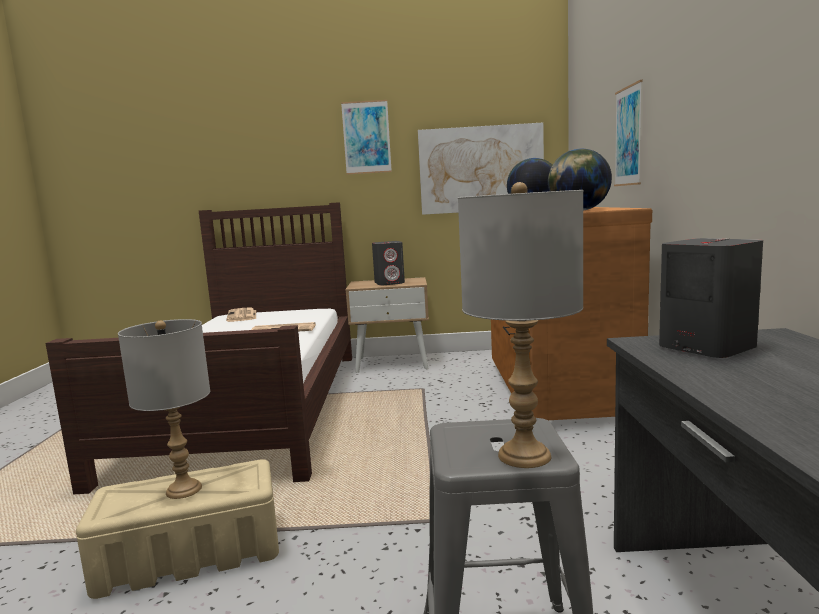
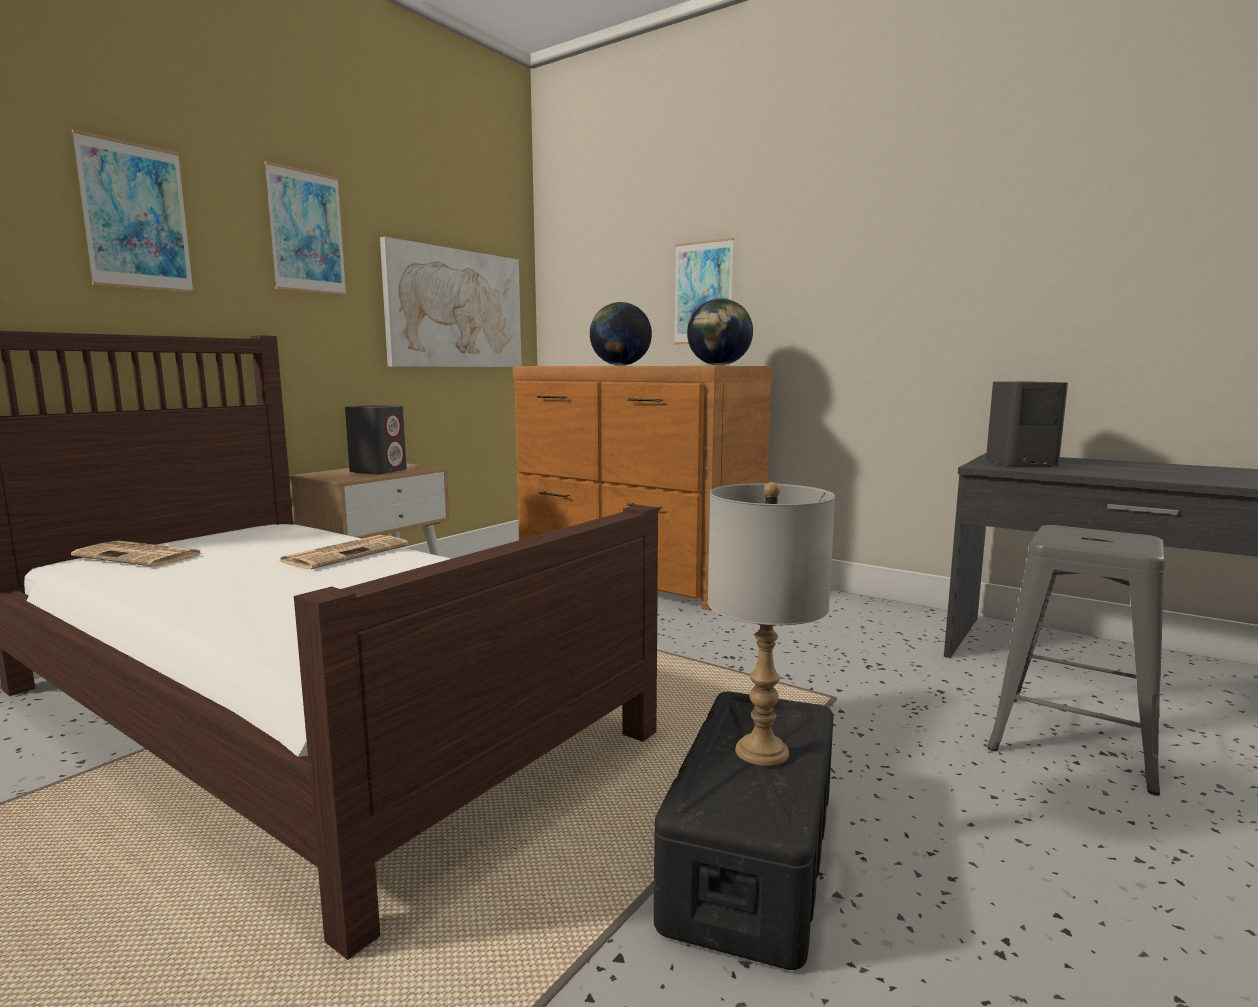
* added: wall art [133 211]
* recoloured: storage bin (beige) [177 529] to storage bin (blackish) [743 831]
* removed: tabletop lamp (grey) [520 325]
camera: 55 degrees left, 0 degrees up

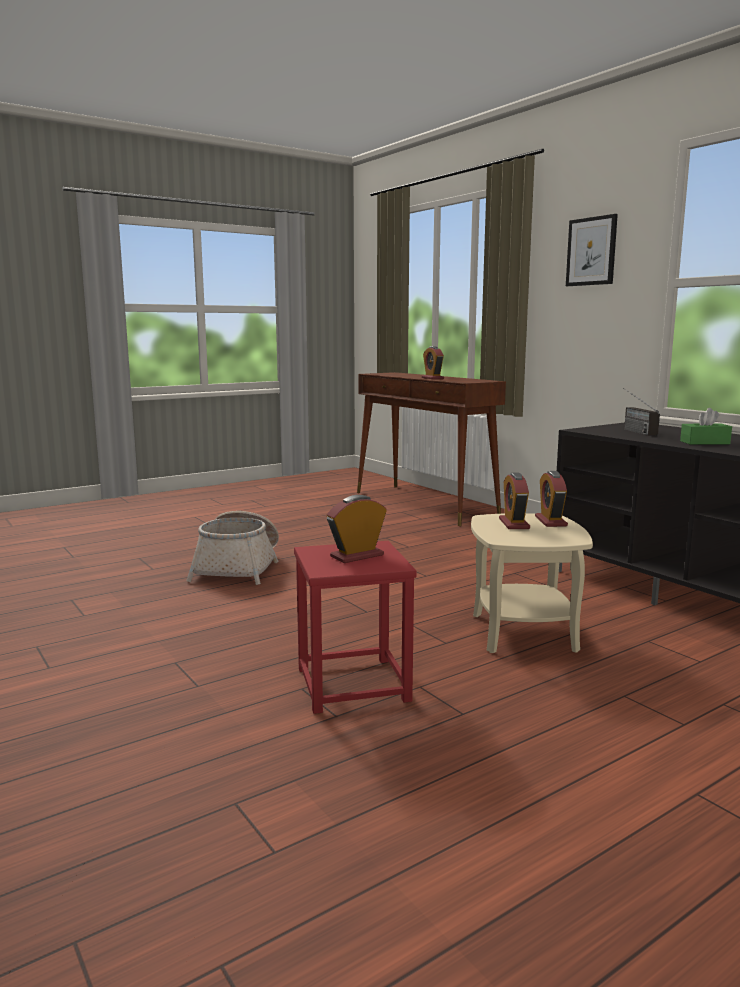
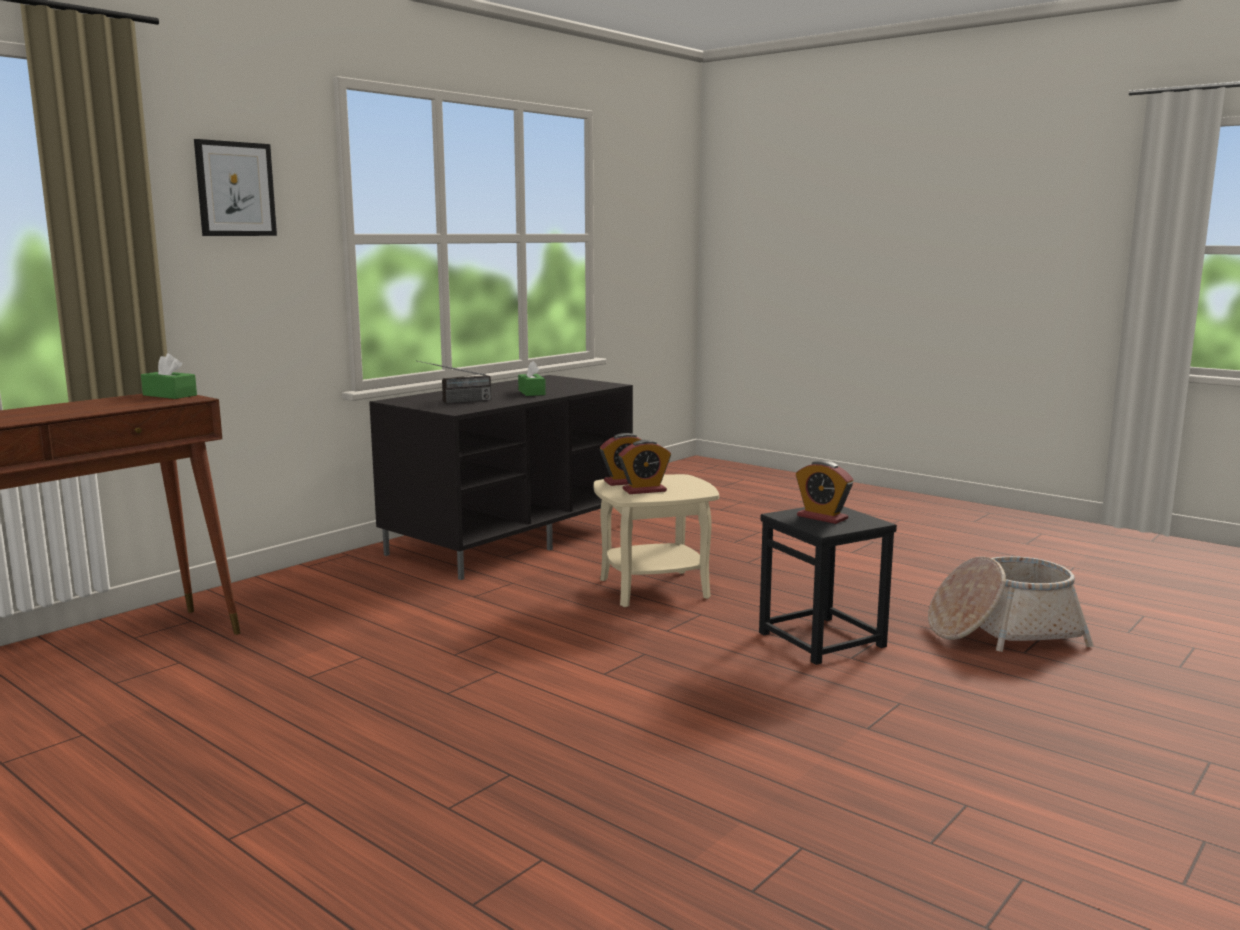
* added: box of tissues (green) [169 376]
* recoloured: sitting stool (red) [355 627] to sitting stool (blackish) [828 585]
* moved: basket [232 548] to [1010 604]
* removed: alarm clock [433 362]
camera: 105 degrees left, 0 degrees up

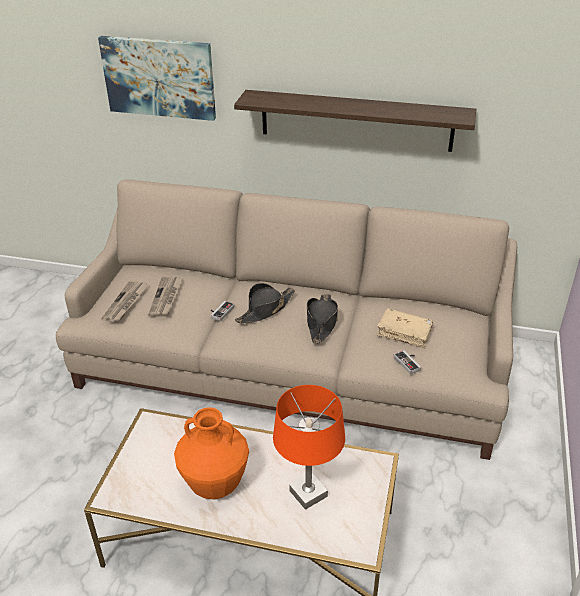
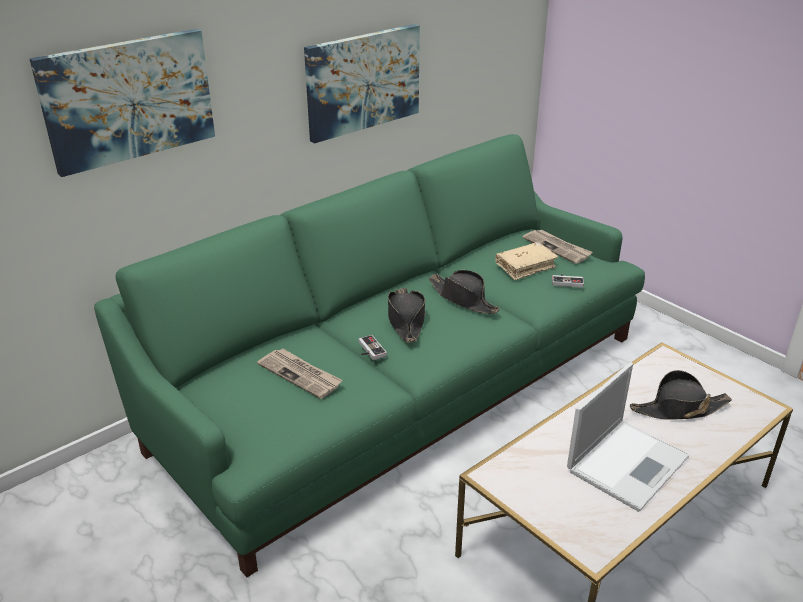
* recoloured: sofa (beige) [286 319] to sofa (green) [369 355]
* replaced: wall shelf [355 121] to wall art [362 83]
* moved: printed paper [124 301] to [558 247]
* replaced: vase (orange-coloured) [211 453] to portable computer [628 437]
* replaced: tabletop lamp (orange-coloured) [309 447] to clothing hat (blackish) [680 395]
camera: 55 degrees left, 5 degrees down

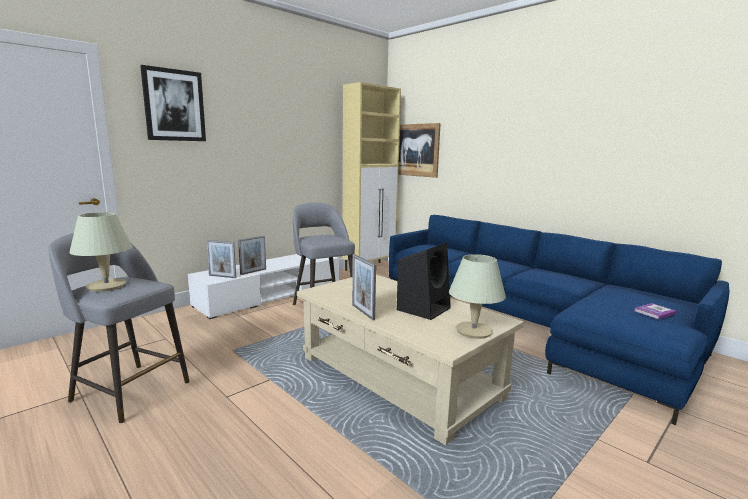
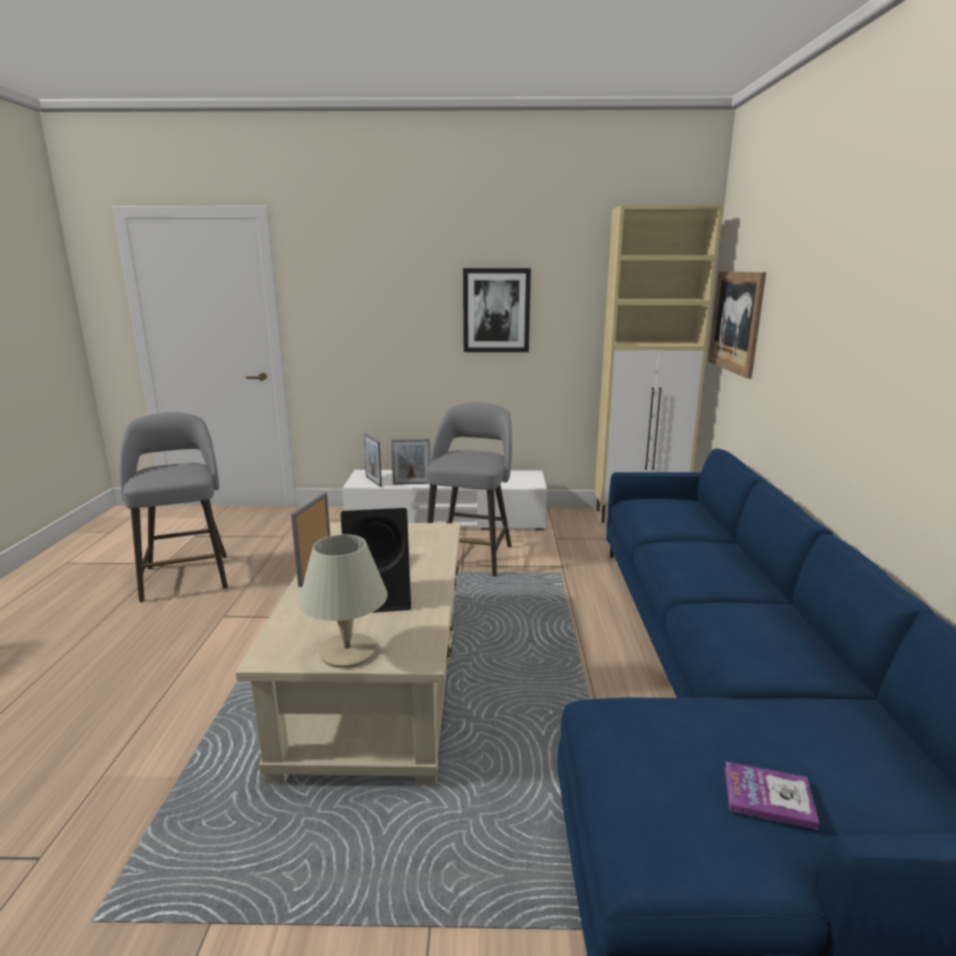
* moved: wall art [173 103] to [497 310]
* removed: tabletop lamp (beige) [100 252]
camera: 45 degrees right, 5 degrees up

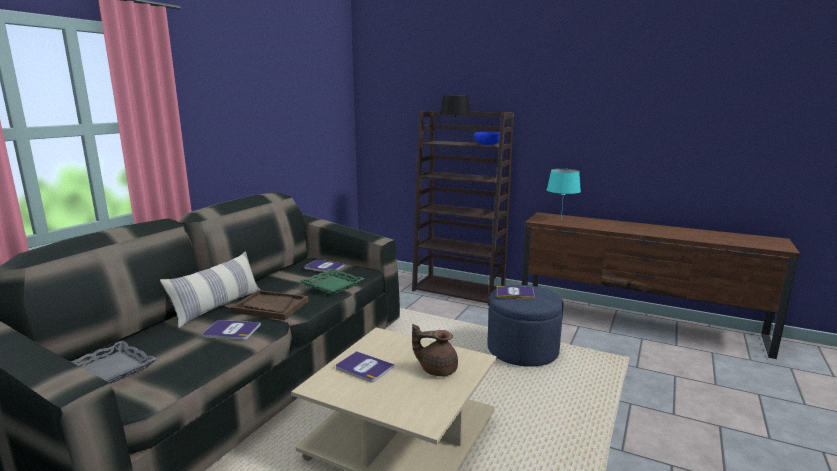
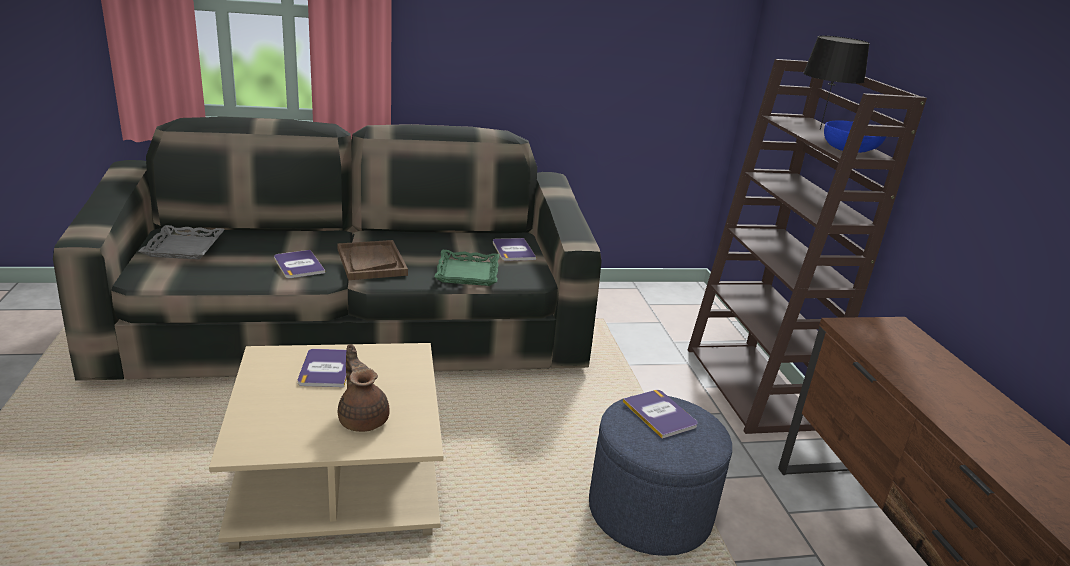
* removed: throw pillow [210 289]
* removed: tabletop lamp (blue-green) [564 194]
camera: 50 degrees right, 10 degrees up

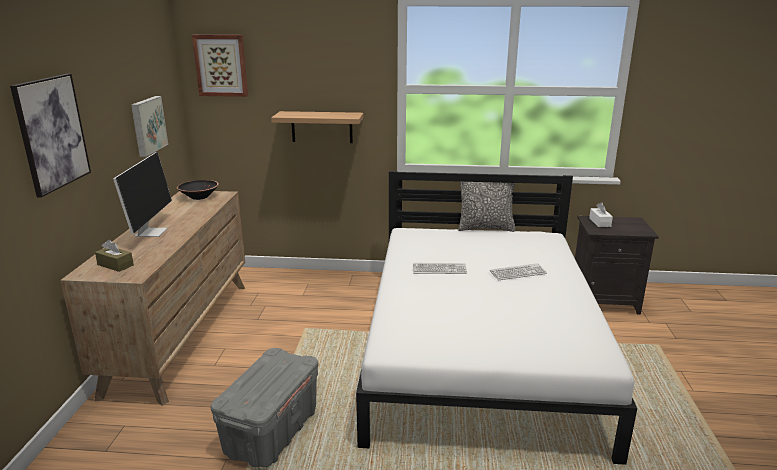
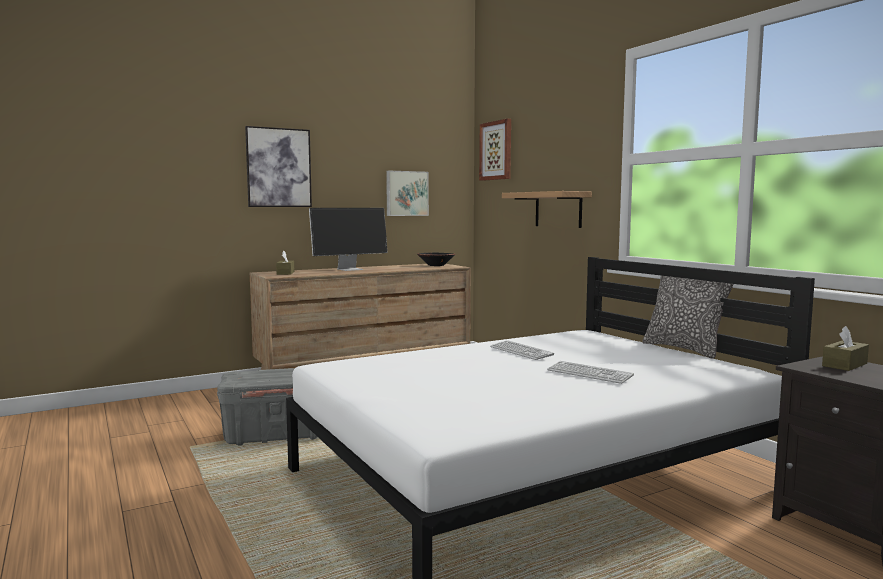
* recoloured: box of tissues (white-coloured) [601 214] to box of tissues (brown) [845 348]
camera: 55 degrees right, 15 degrees down

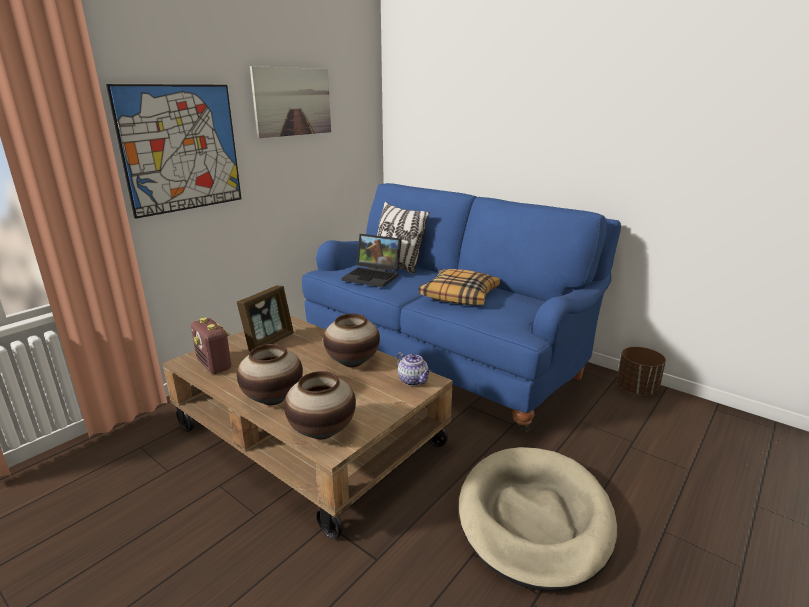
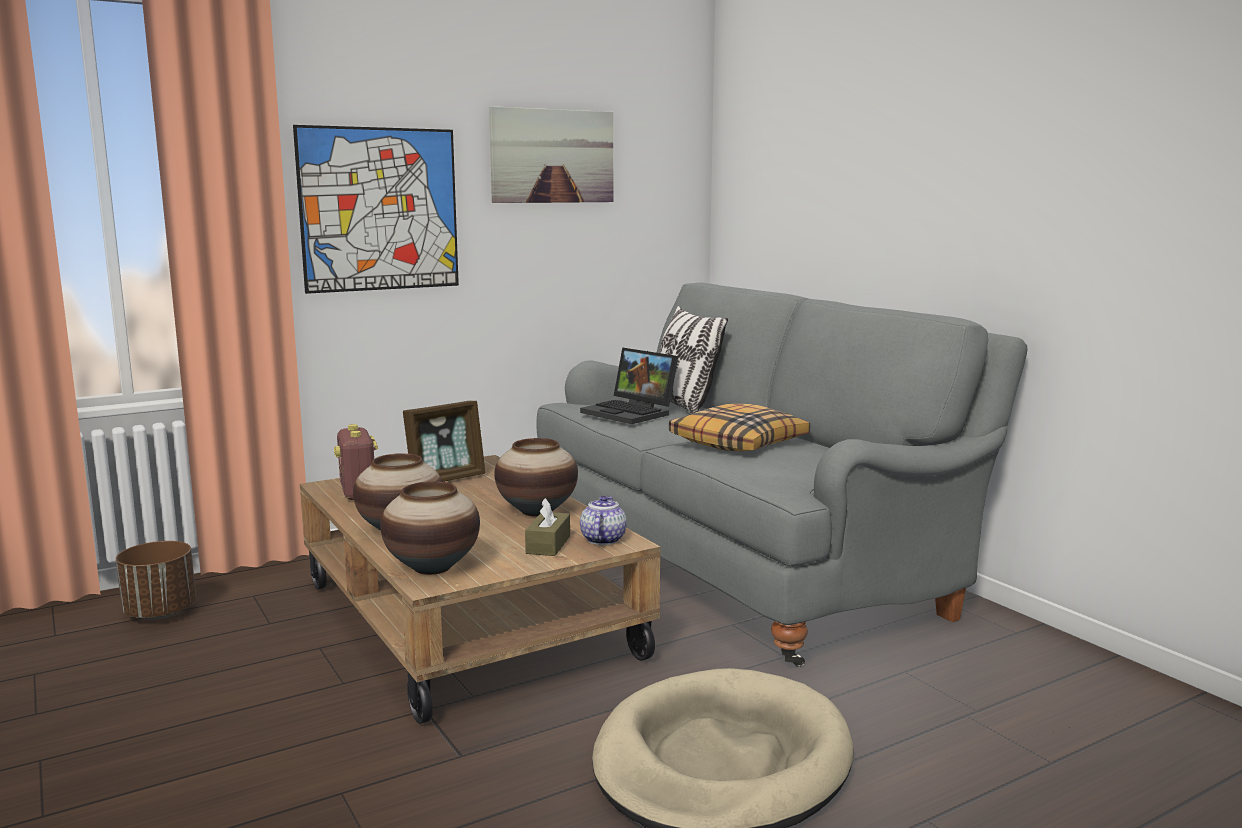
* moved: flower pot (brown) [641 371] to [156 580]
* added: box of tissues (brown) [547 527]
* recoloured: sofa (blue-coloured) [461 307] to sofa (grey) [781 475]
* turned: teapot [413 369] = [603 520] 150 degrees counterclockwise
camera: 20 degrees right, 10 degrees down

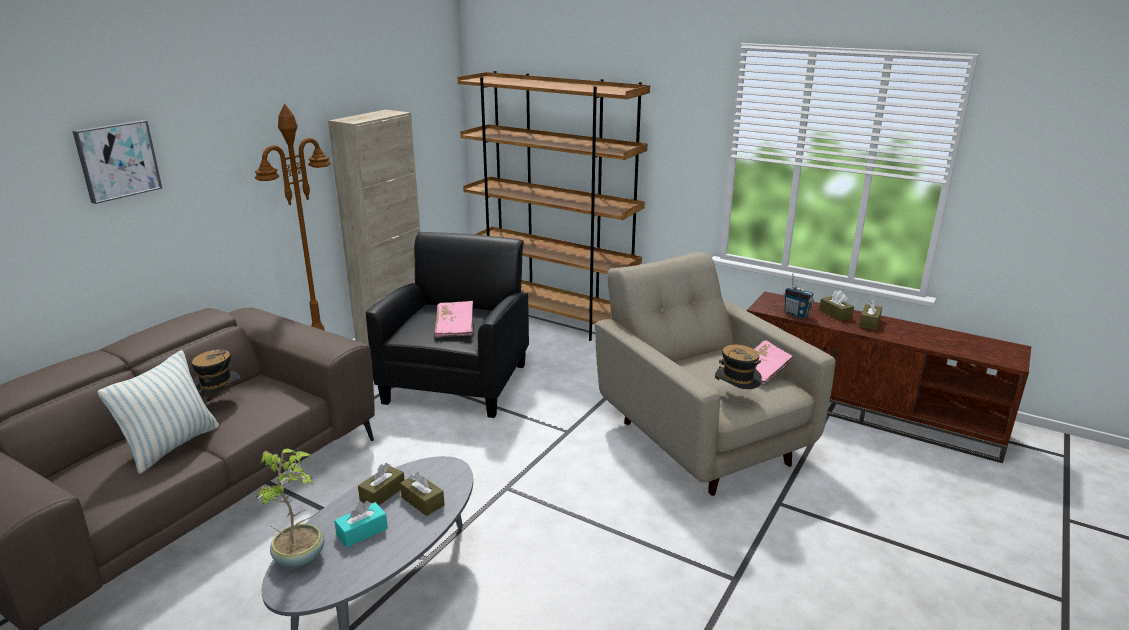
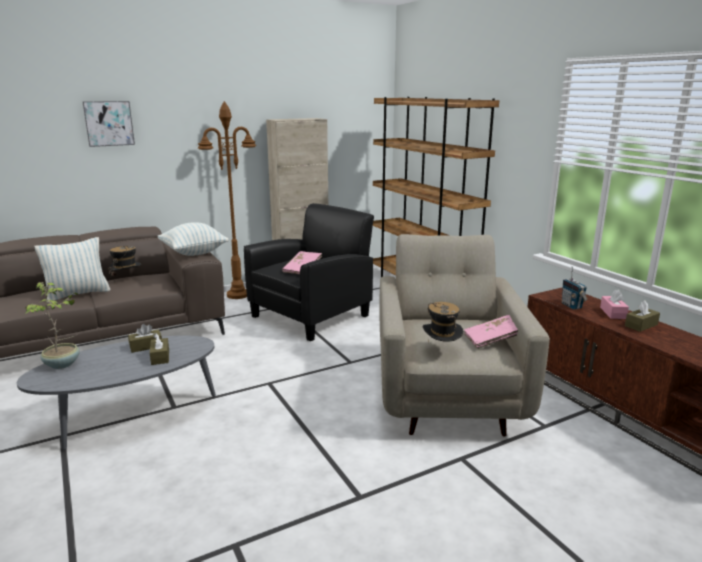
* added: throw pillow [193 239]
* recoloured: box of tissues (brown) [836 306] to box of tissues (pinkish) [614 304]
* removed: box of tissues (blue-green) [361 524]
camera: 30 degrees right, 5 degrees down

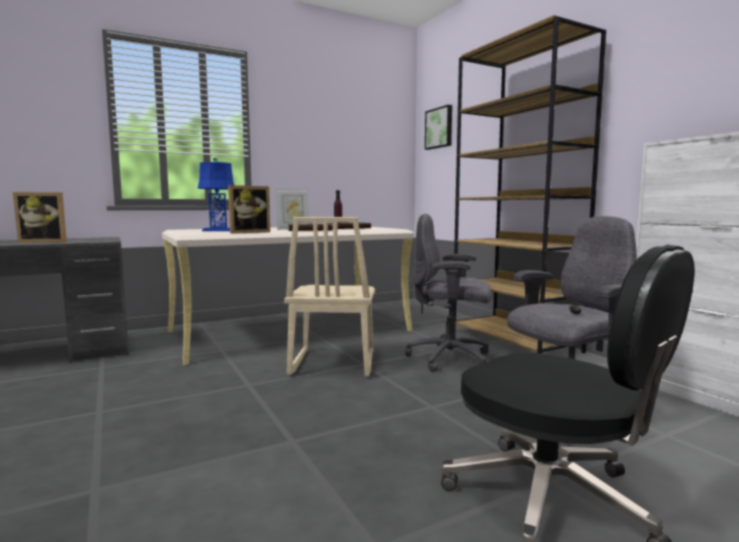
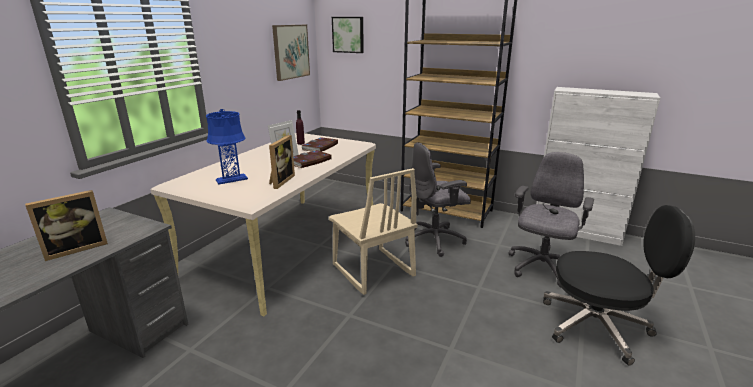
* added: wall art [291 53]
camera: 35 degrees left, 15 degrees up

